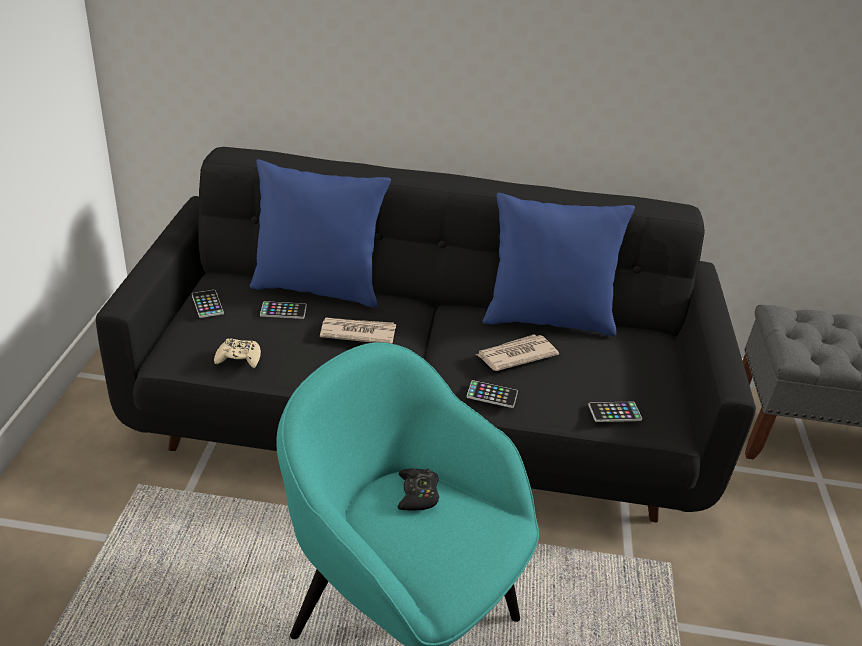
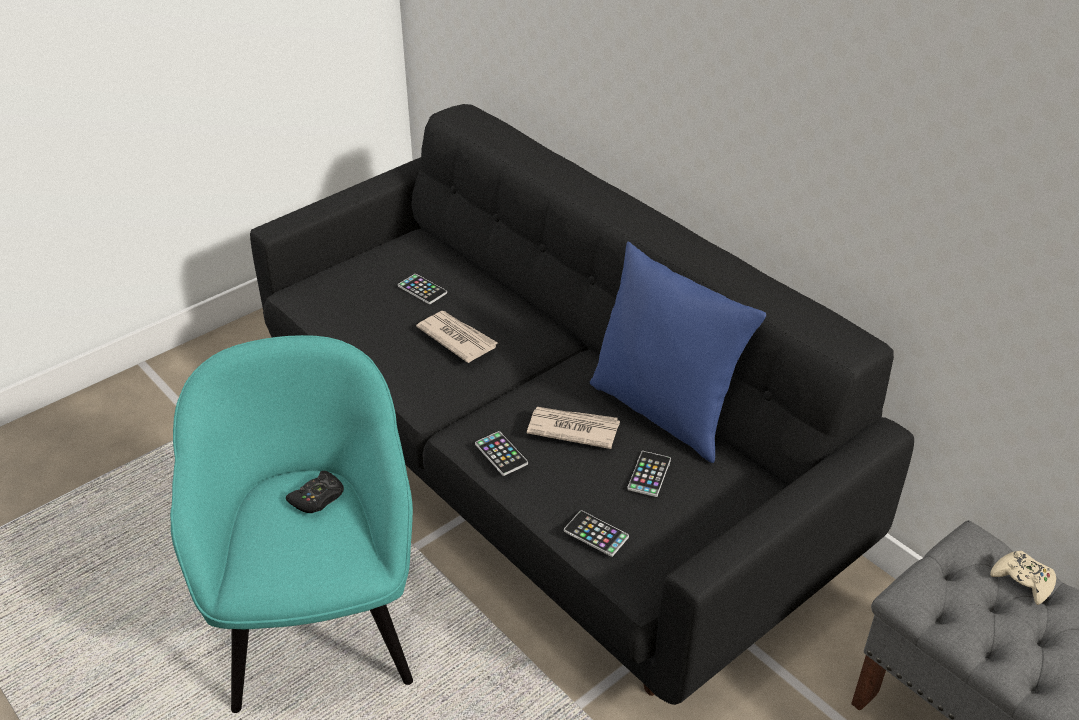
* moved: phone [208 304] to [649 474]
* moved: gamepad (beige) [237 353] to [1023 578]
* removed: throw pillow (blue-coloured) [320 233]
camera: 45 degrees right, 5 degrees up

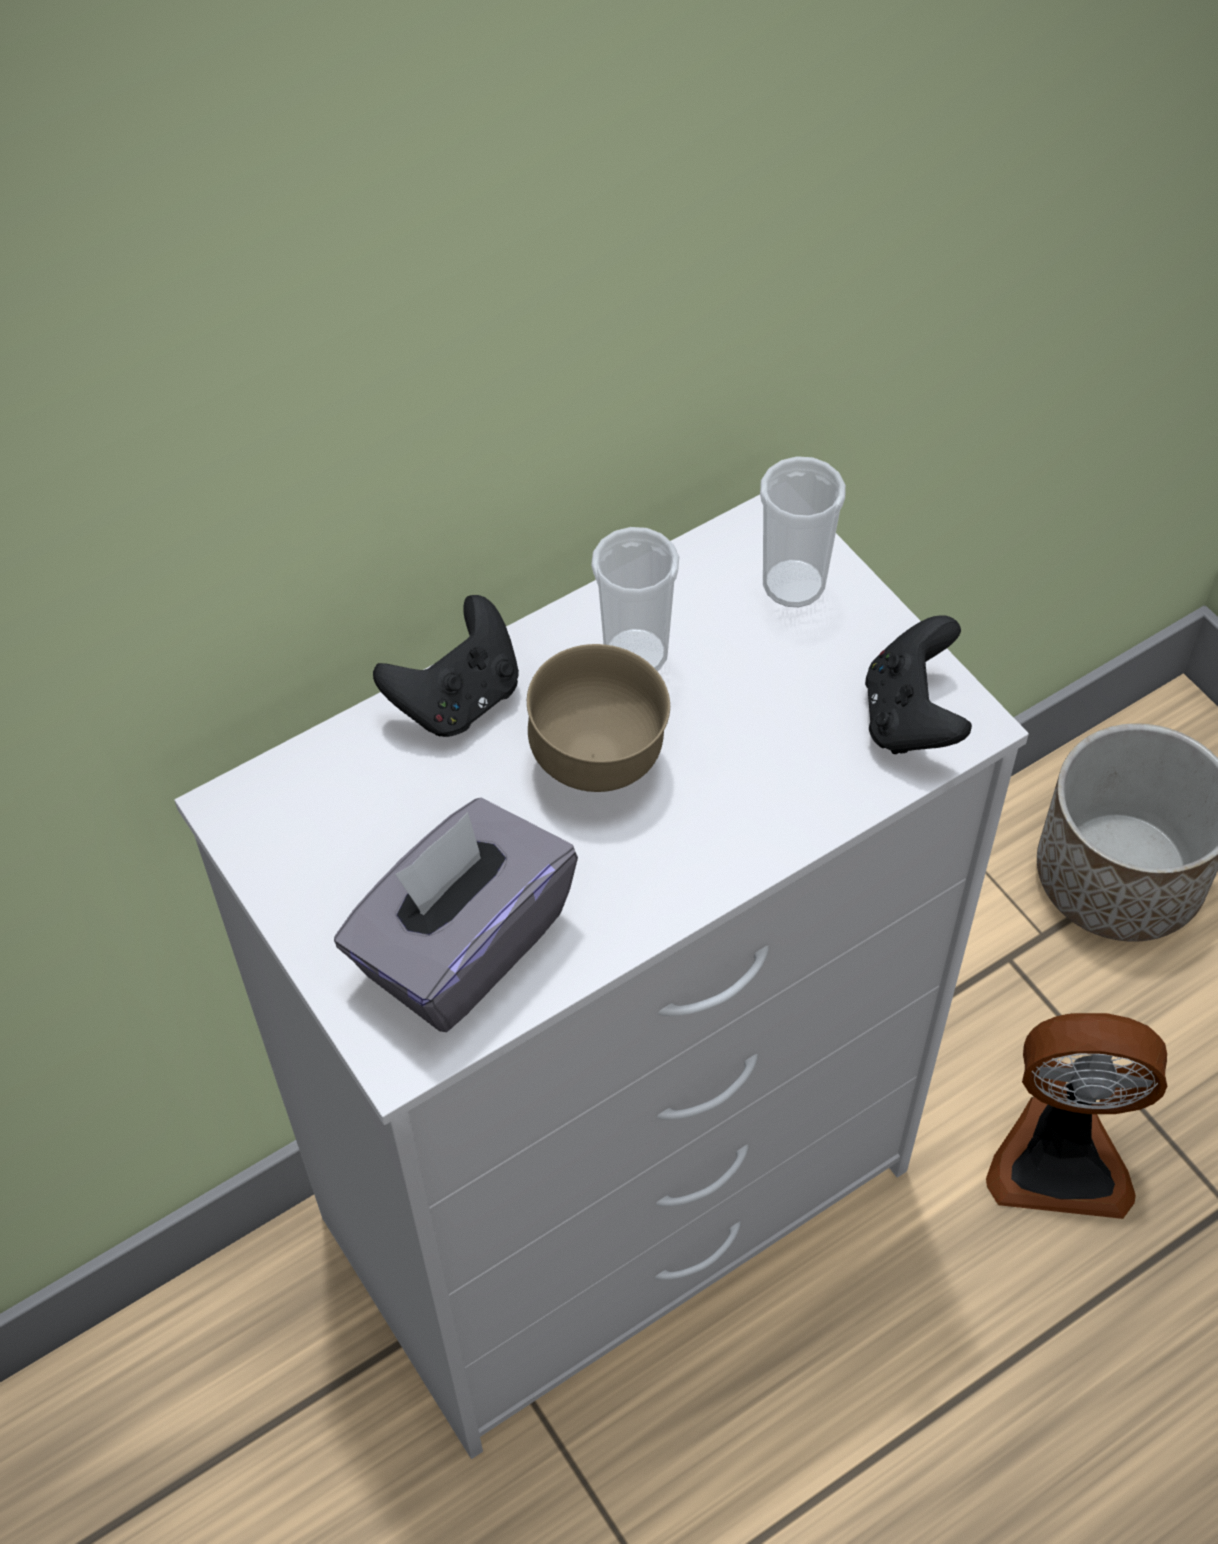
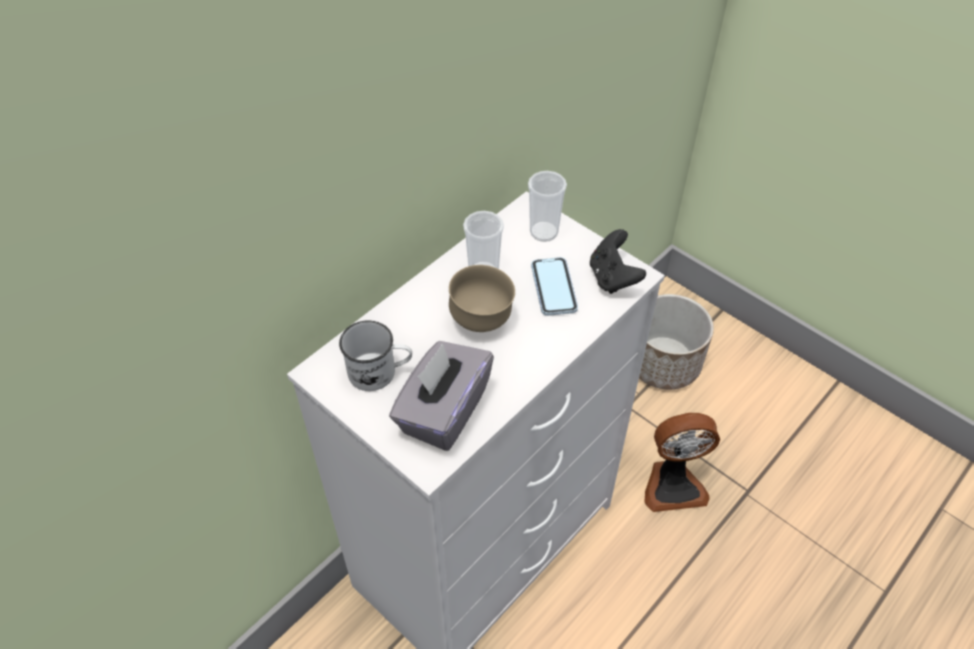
* added: mug (white-coloured) [375 355]
* added: phone [554 286]
* removed: gamepad (blackish) [446 666]
camera: 15 degrees left, 5 degrees down

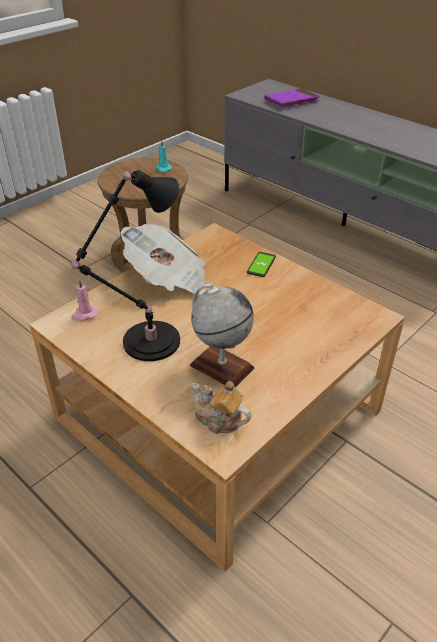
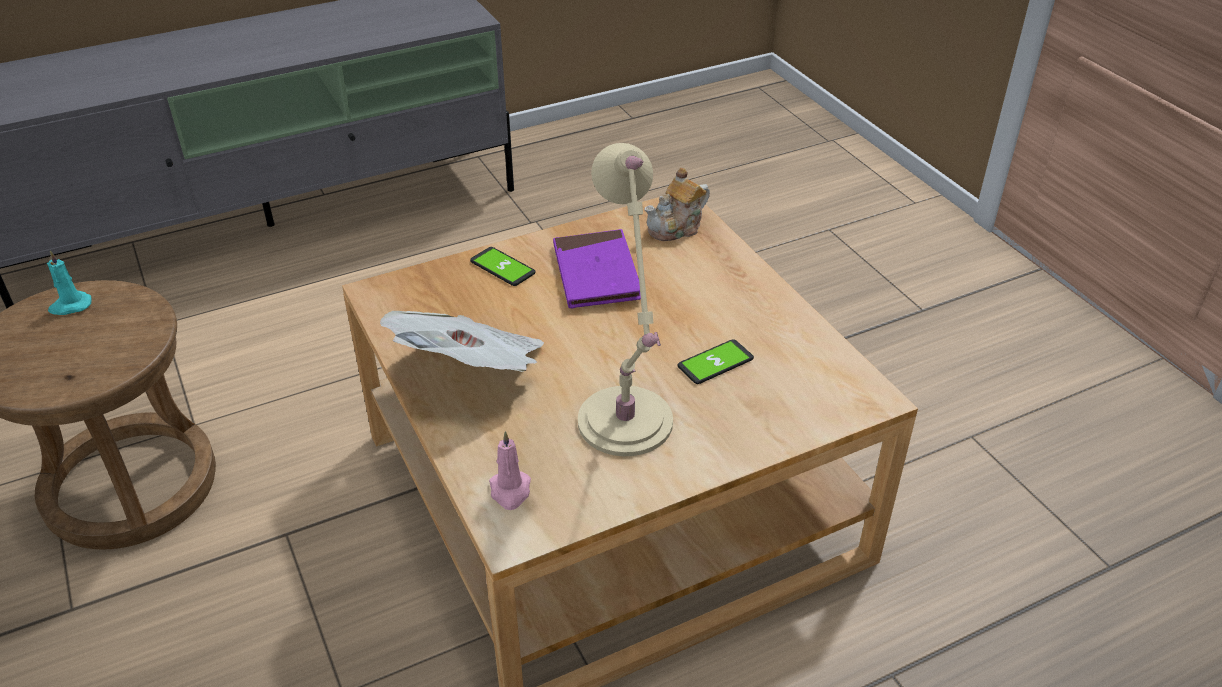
* moved: bound book (purple) [292 98] to [597 269]
* recoloured: tabletop lamp (blackish) [125 265] to tabletop lamp (beige) [625 299]
* moved: teapot [221 407] to [677 204]
* replaced: globe [222 335] to phone [716 361]
camera: 70 degrees left, 0 degrees up

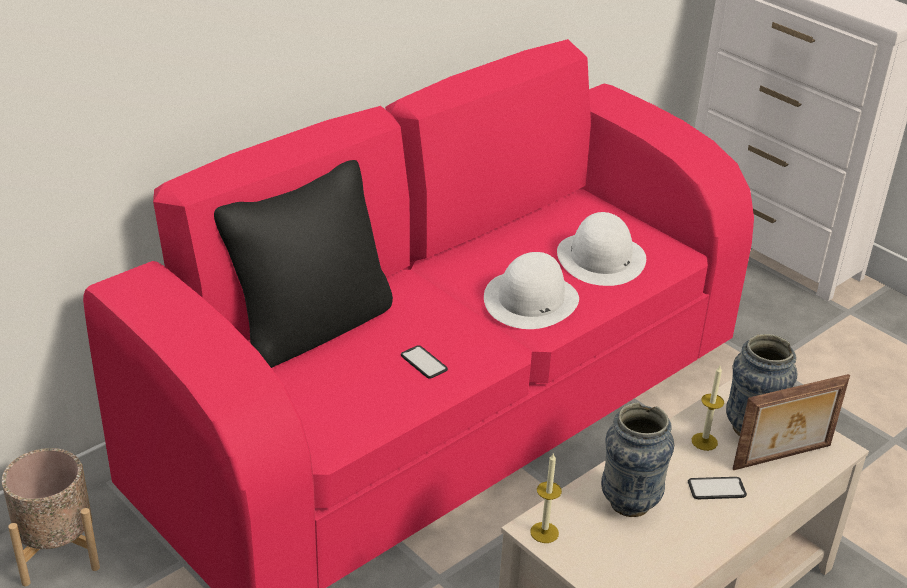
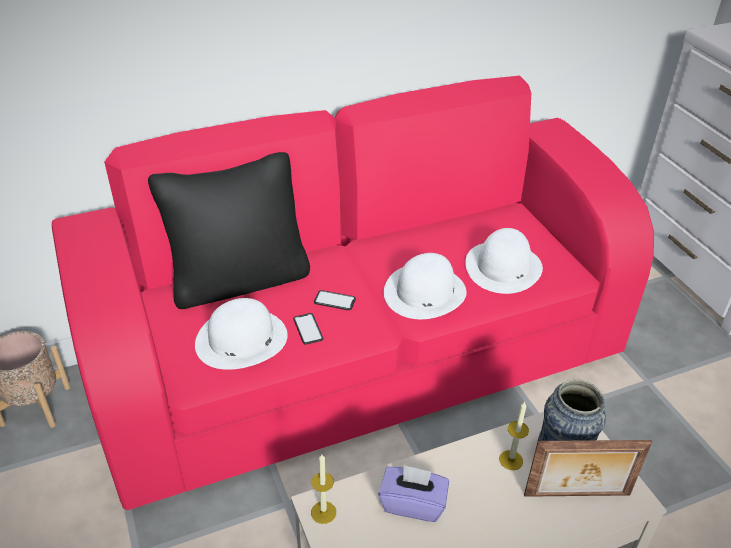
* added: clothing hat (white-coloured) [241 334]
* moved: phone [717 488] to [335 300]
* replaced: vase [637 459] to box of tissues (purple) [413 493]
camera: 20 degrees right, 5 degrees up

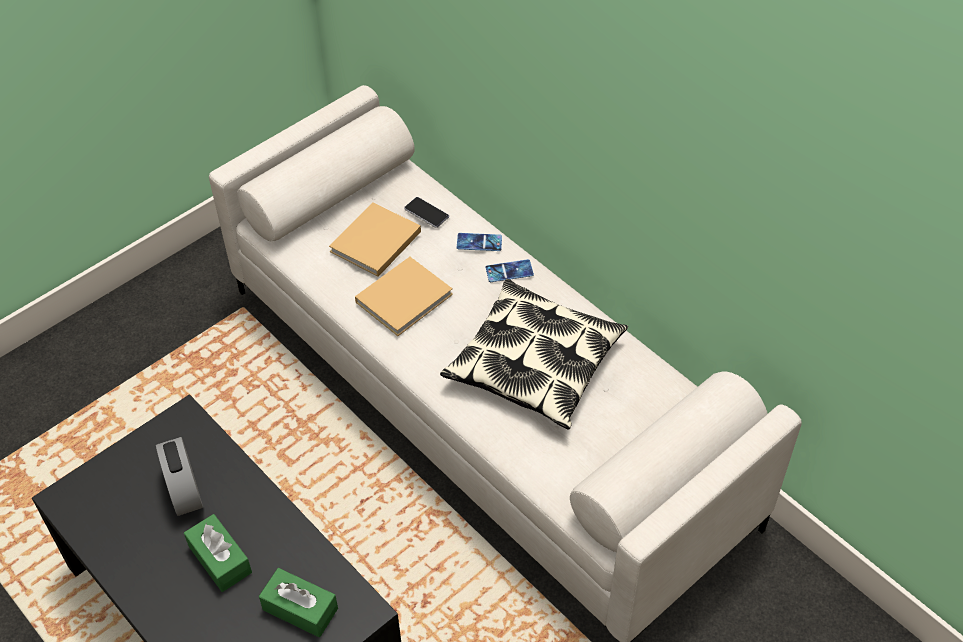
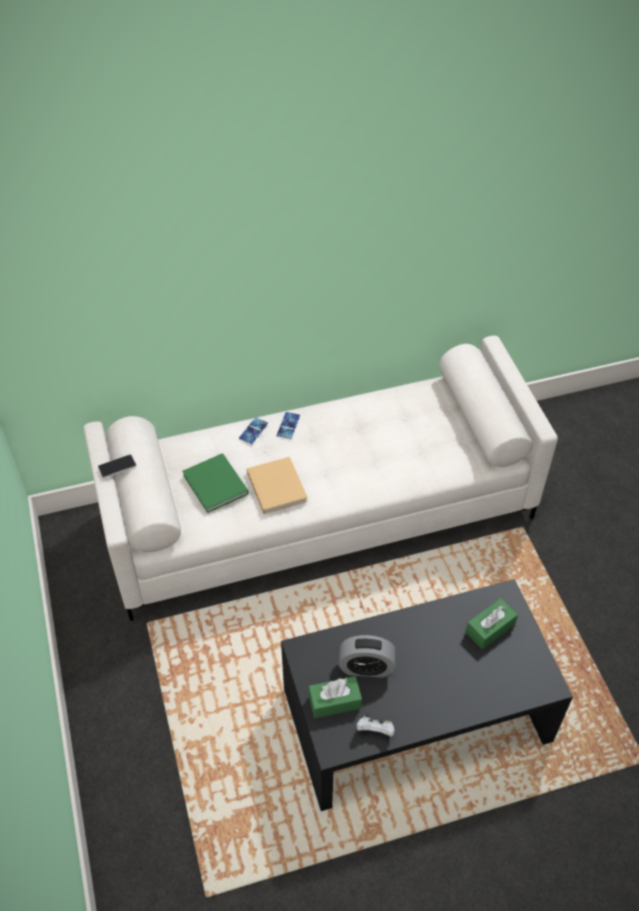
* moved: phone [426 212] to [117 466]
* recoloured: bound book (beige) [375 240] to bound book (green) [215 483]
* moved: box of tissues (green) [218 553] to [335 697]
* added: gamepad (white-coloured) [376 725]
* removed: throw pillow [534 354]
camera: 65 degrees left, 0 degrees up

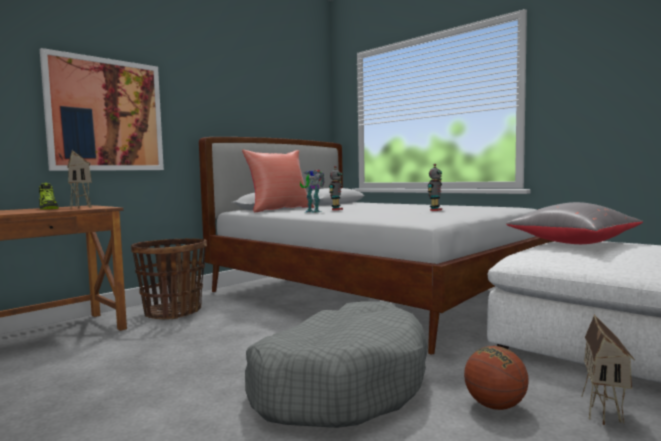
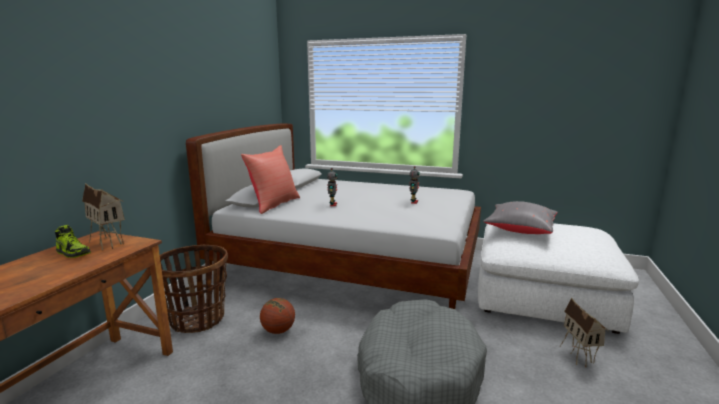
* moved: ball for basketball [496 378] to [277 316]
* removed: wall art [102 109]
* removed: toy robot [312 191]
camera: 25 degrees left, 10 degrees up

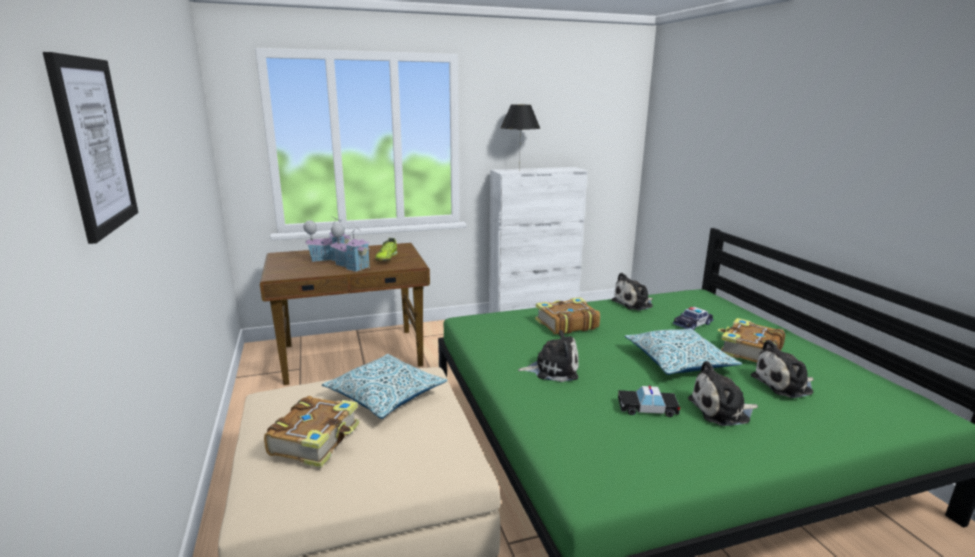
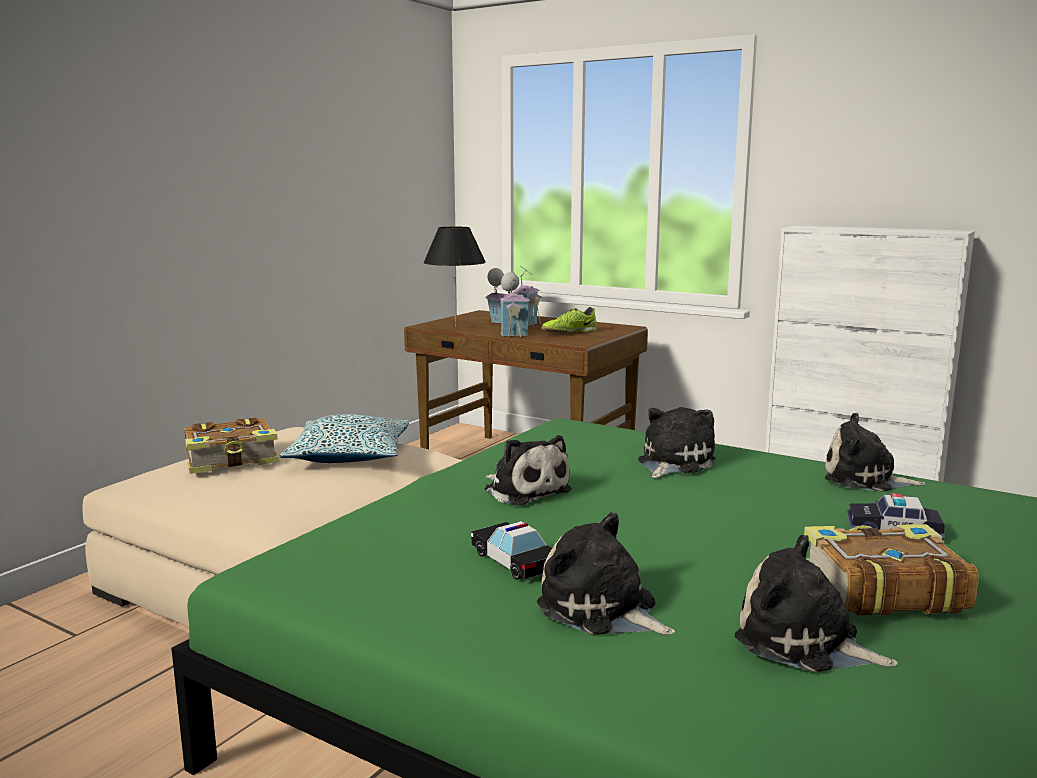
* moved: tabletop lamp (blackish) [520 136] to [454 277]
* replaced: bound book [567 316] to soft toy [677 443]
* removed: wall art [90 148]
* removed: throw pillow [683 351]
camera: 50 degrees right, 5 degrees down

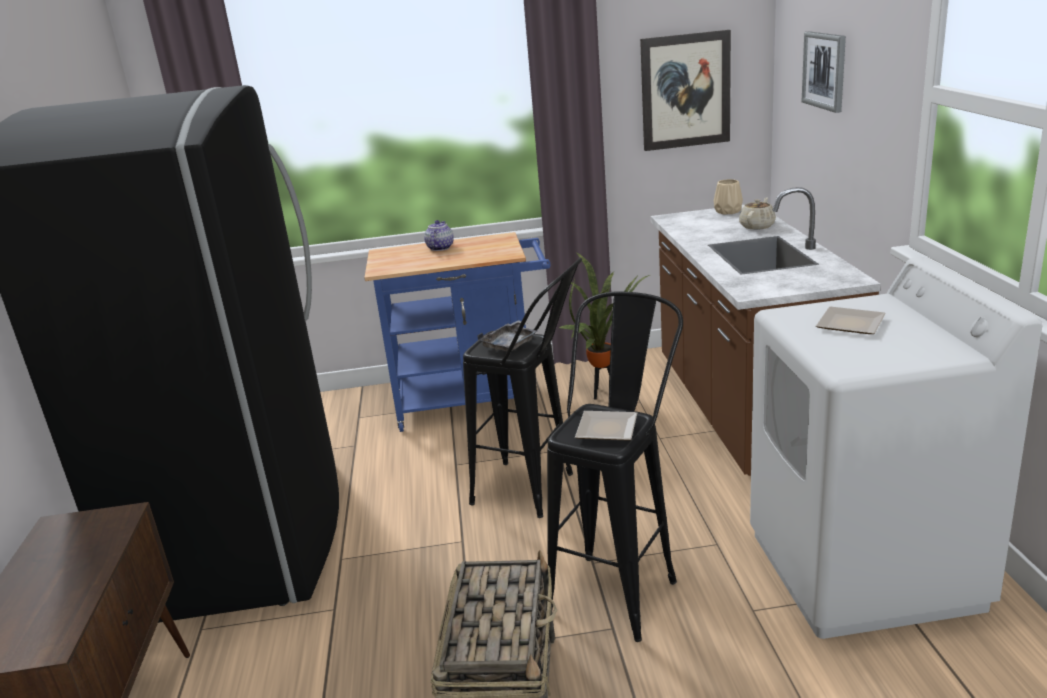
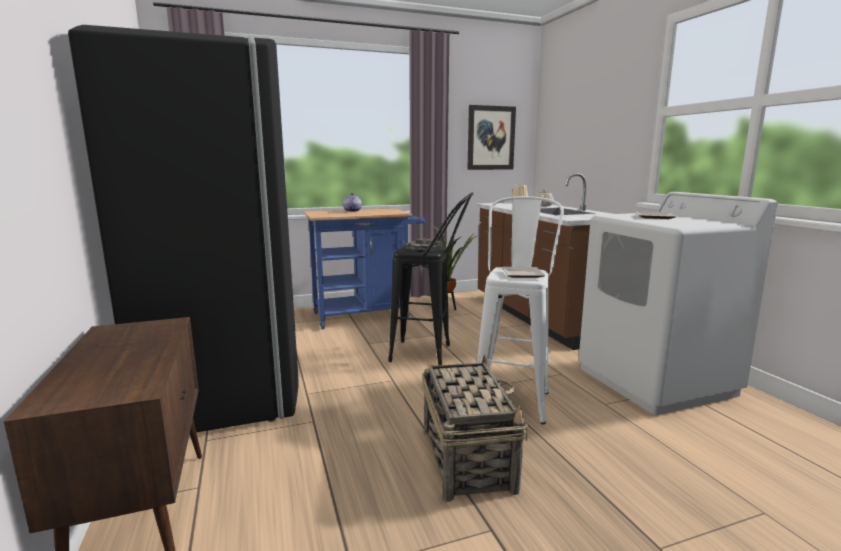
* recoloured: sitting stool (blackish) [615 466] to sitting stool (white-coloured) [520 310]
* removed: wall art [824 72]
camera: 15 degrees left, 10 degrees down

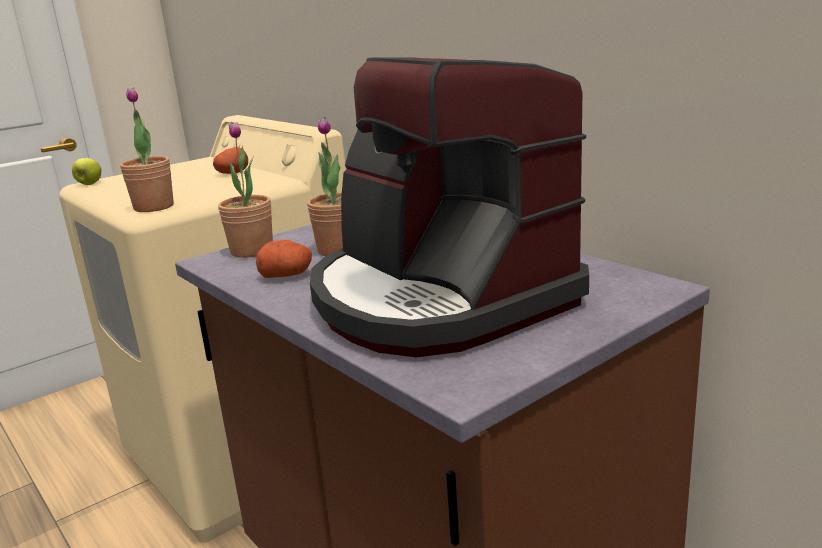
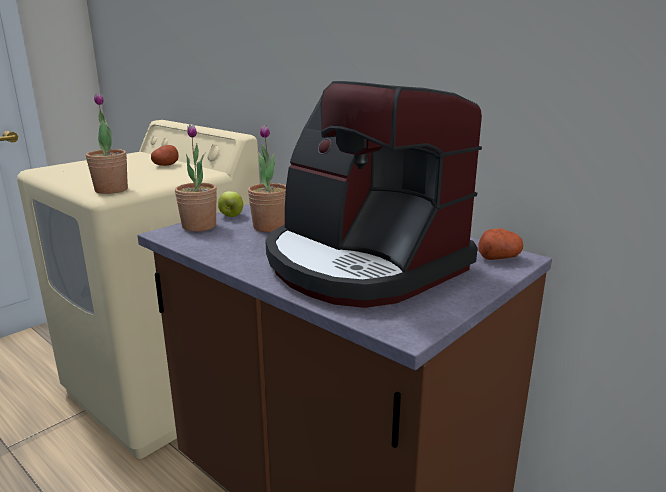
* moved: apple fruit [86 171] to [230 204]
* moved: spud [284 259] to [500 244]
camera: 10 degrees left, 0 degrees up

